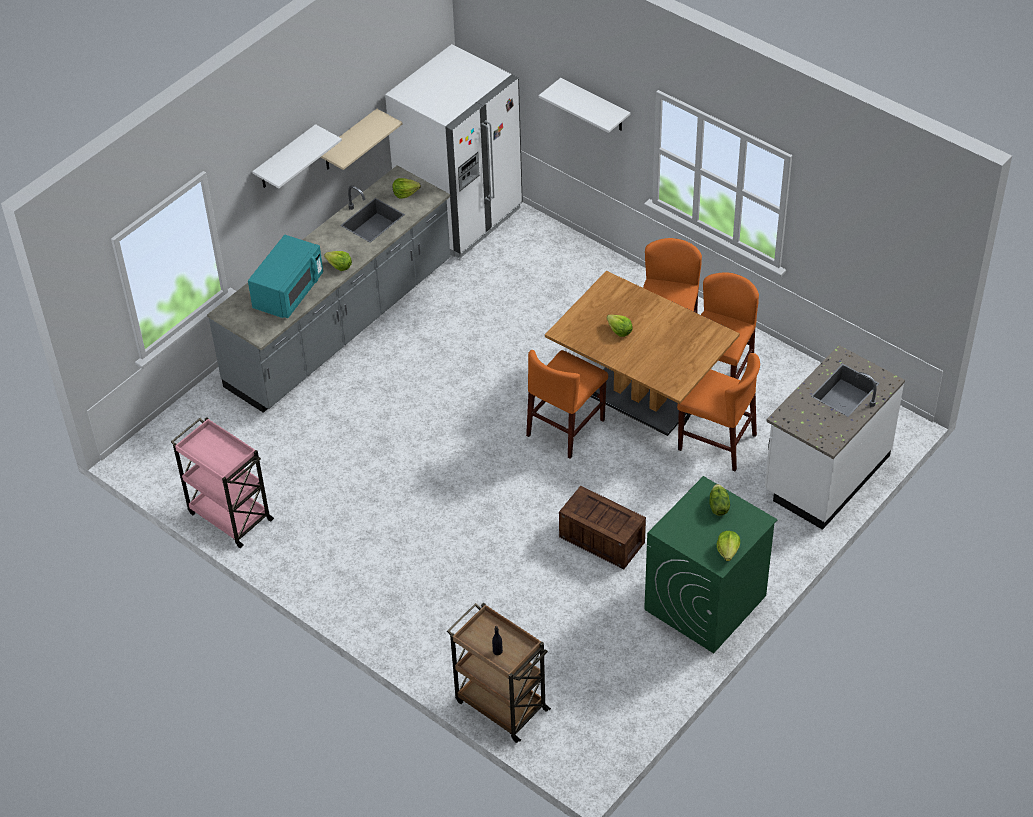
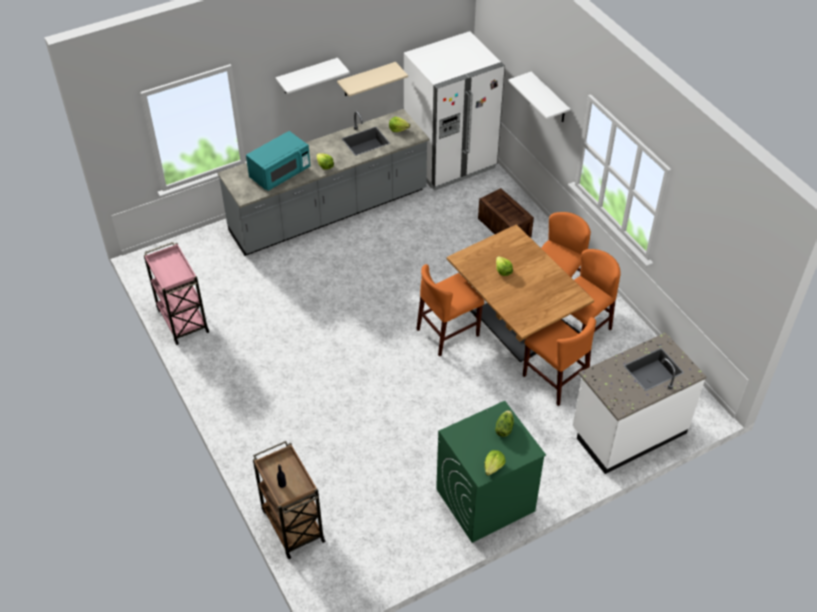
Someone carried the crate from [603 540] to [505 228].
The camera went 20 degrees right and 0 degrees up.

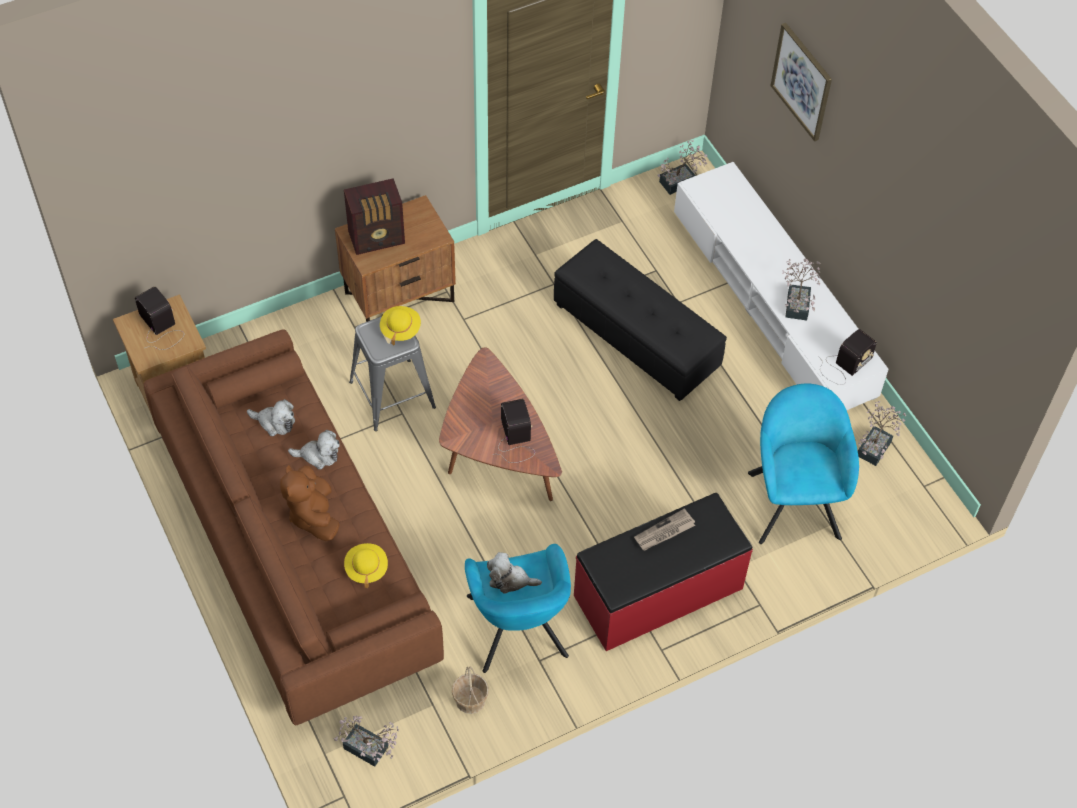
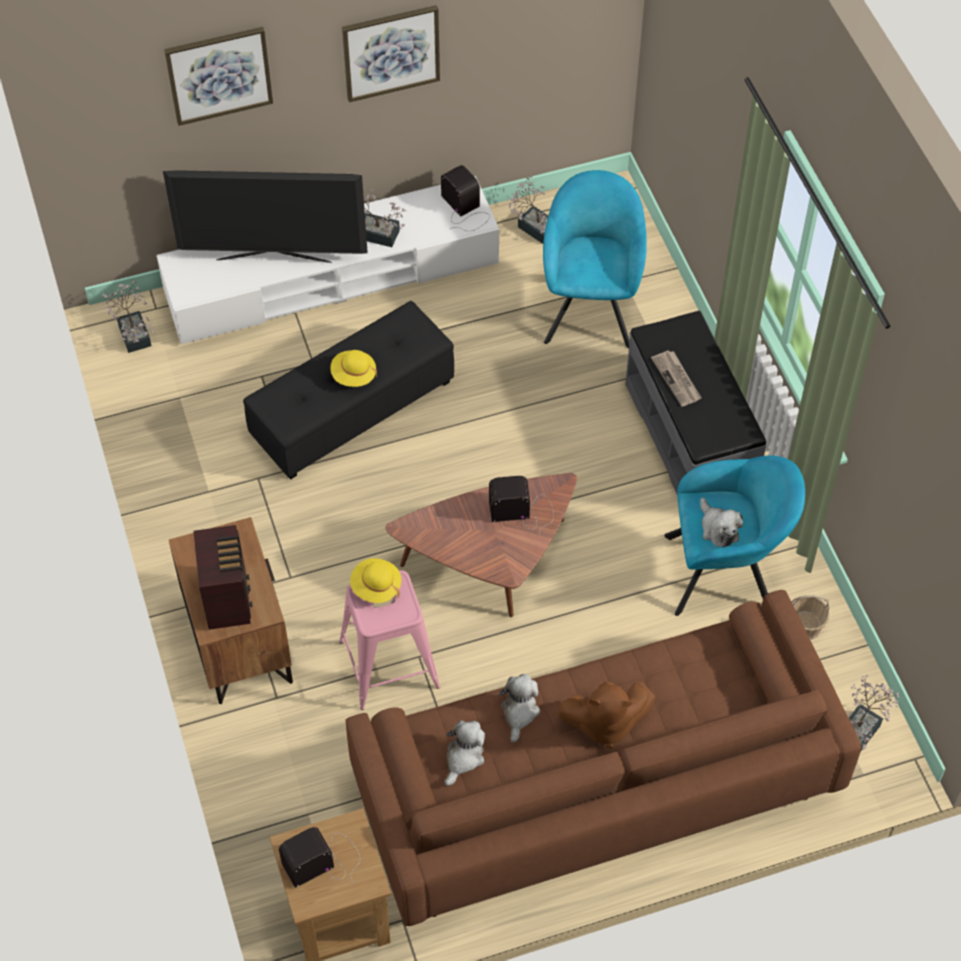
Someone put down the television at [274 259].
Someone put up the picture at [391 52].
Someone carried the yellow hat from [366 568] to [353 375].
Someone repainted the grey stool at [393 395], which became the pink stool at [389 664].
Someone repainted the red bench at [659 593], which became the grey bench at [690 438].
Someone rotated the plush toy at [510 579] by 45 degrees counterclockwise.
Someone rotated the turquoise armchair at [793 499] by 90 degrees clockwise.
The camera went 80 degrees left and 0 degrees up.

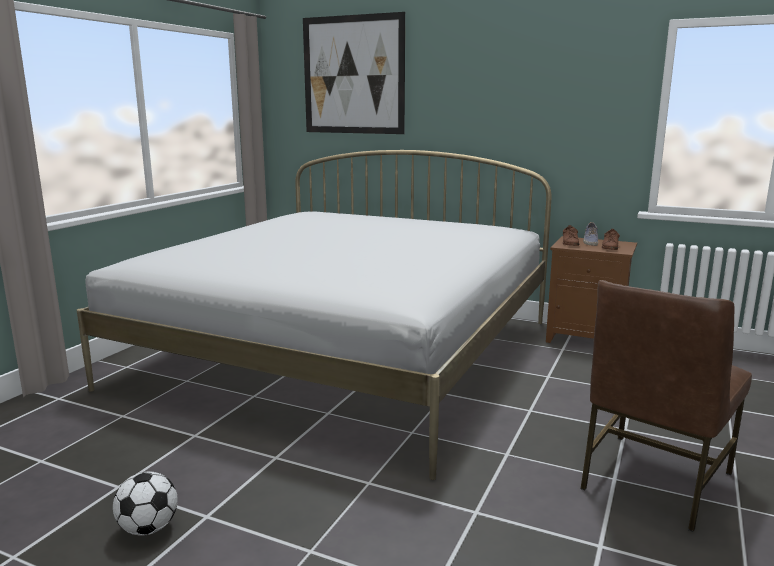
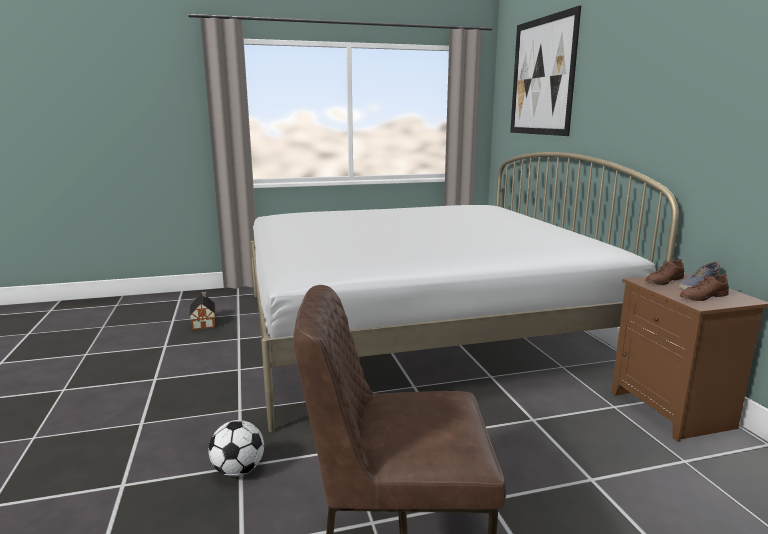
Someone put down the toy house at [204 322].
Someone carried the football from [148 528] to [238 470].
The camera went 50 degrees right and 0 degrees up.

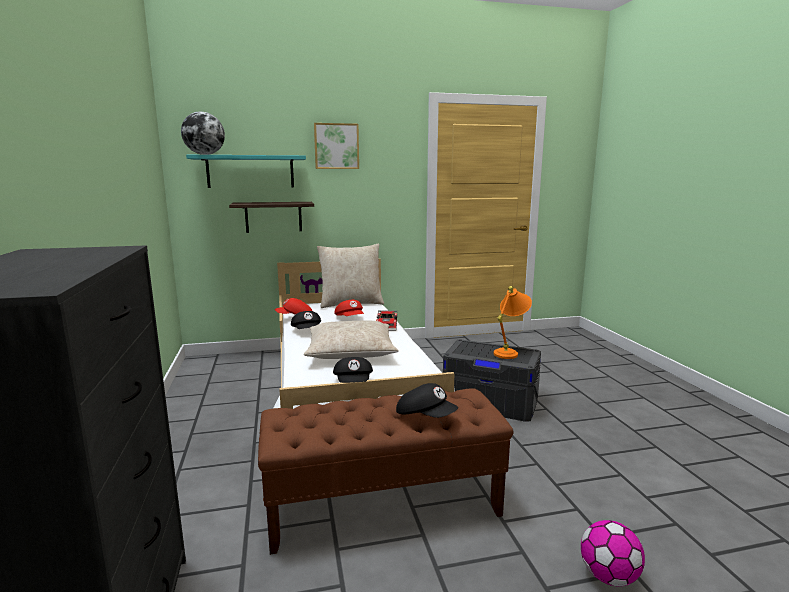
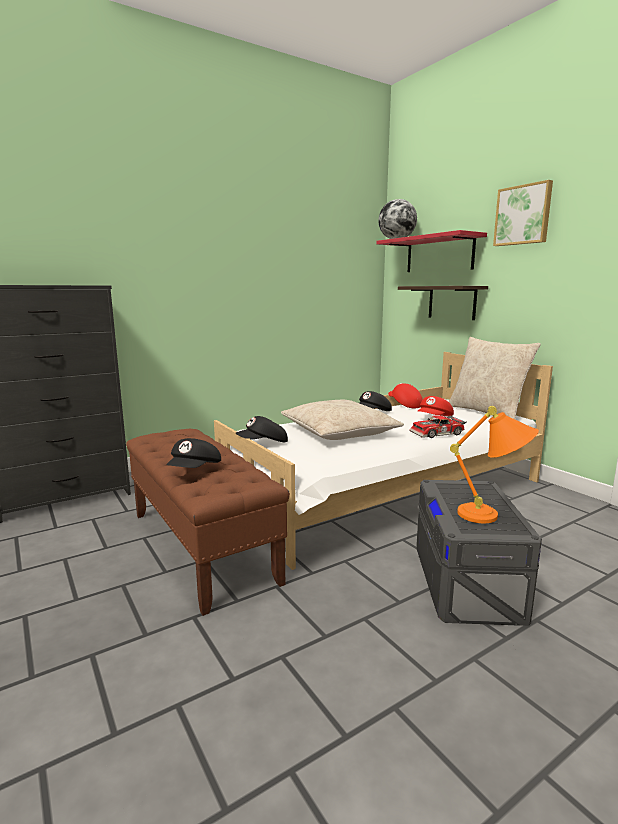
Someone took away the football at [608 576].
Someone repainted the turquoise shelf at [250 172], which became the red shelf at [439 254].
The camera went 70 degrees right and 0 degrees up.

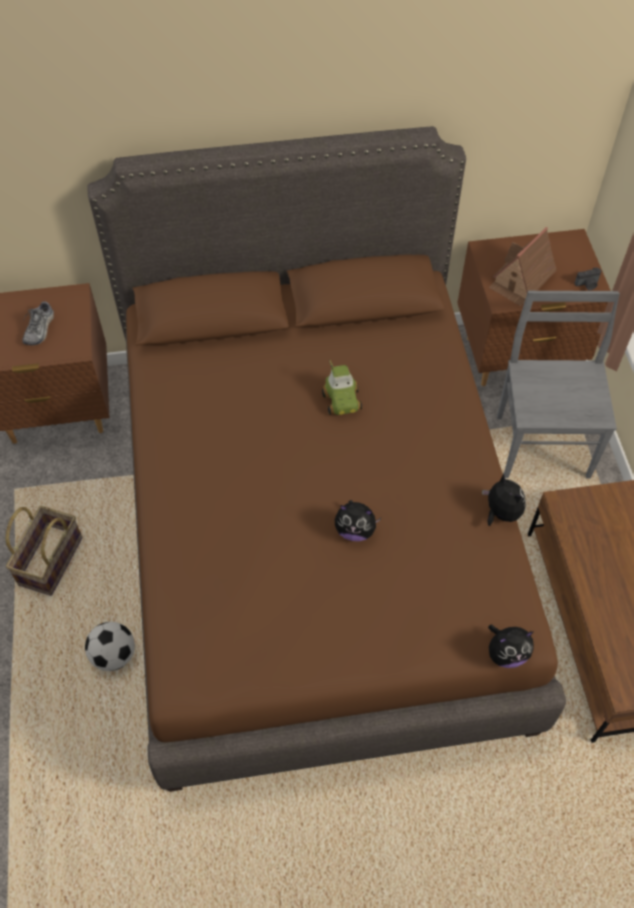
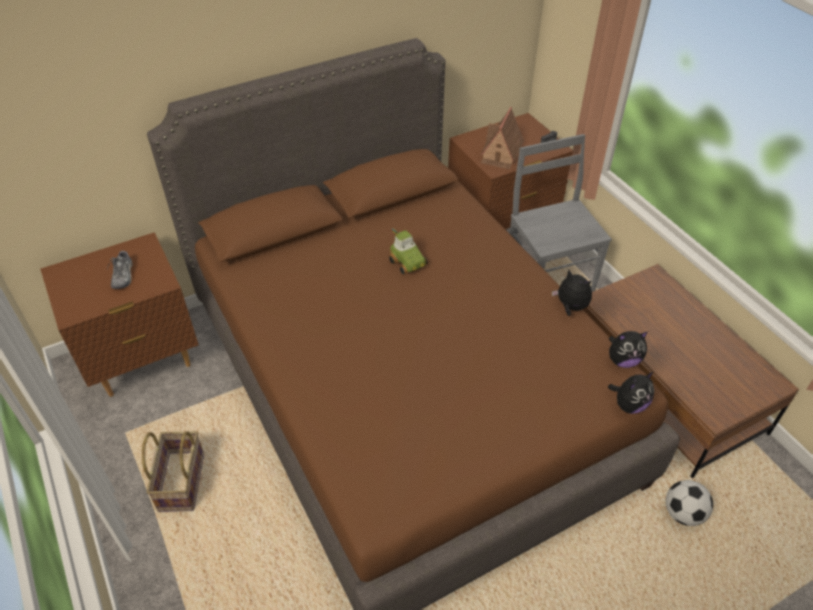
Someone carried the football from [114 655] to [683 513].
Someone carried the plush toy from [355 530] to [623 360].
The camera went 20 degrees left and 10 degrees down.

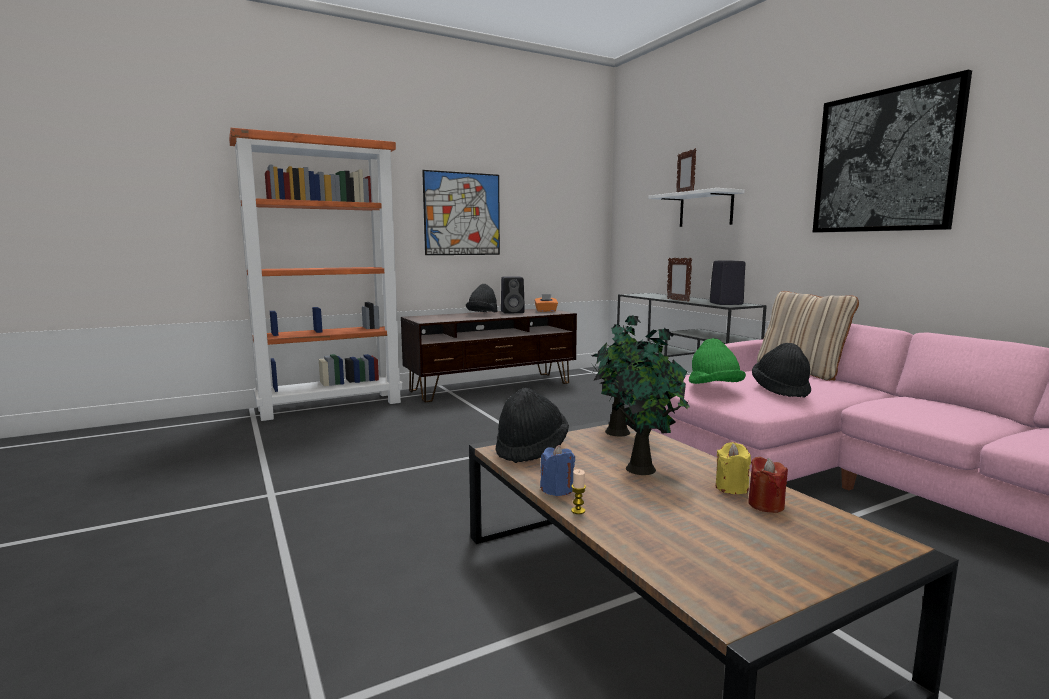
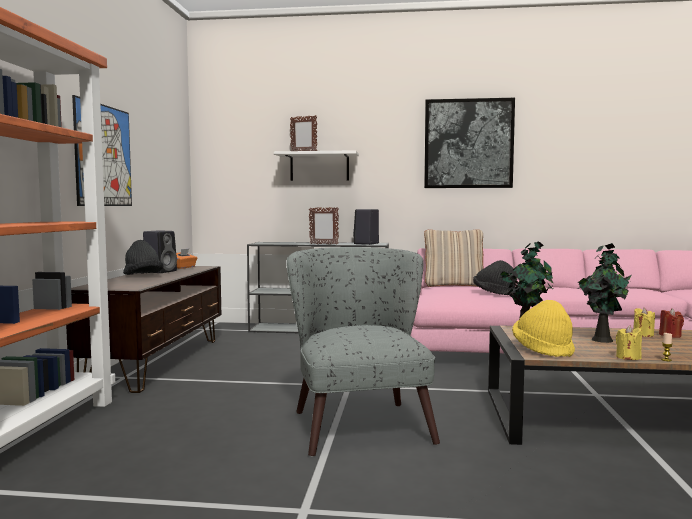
Someone took away the green hat at [714 387].
Someone put down the grey armchair at [358 421].
Someone repainted the black hat at [531 449], which became the yellow hat at [543 349].
Someone repainted the blue candle at [557 489], which became the yellow candle at [628 357].
The camera went 55 degrees left and 5 degrees down.

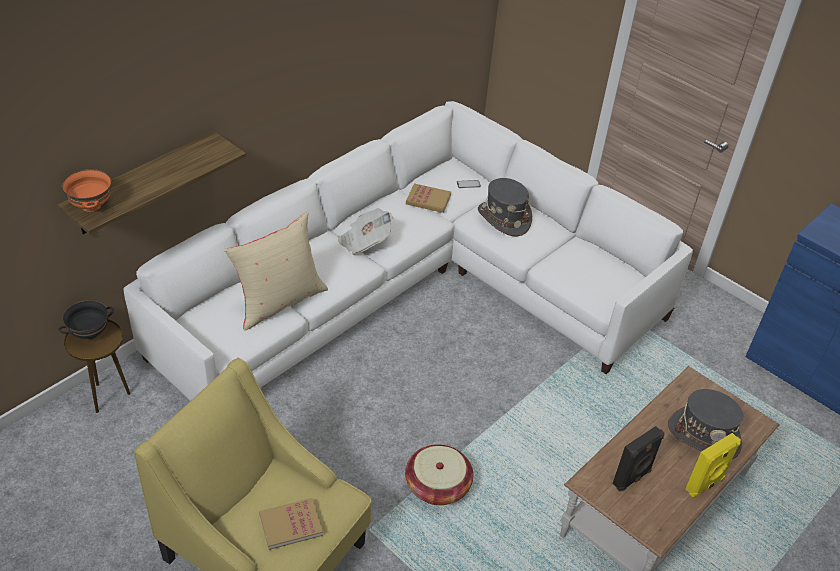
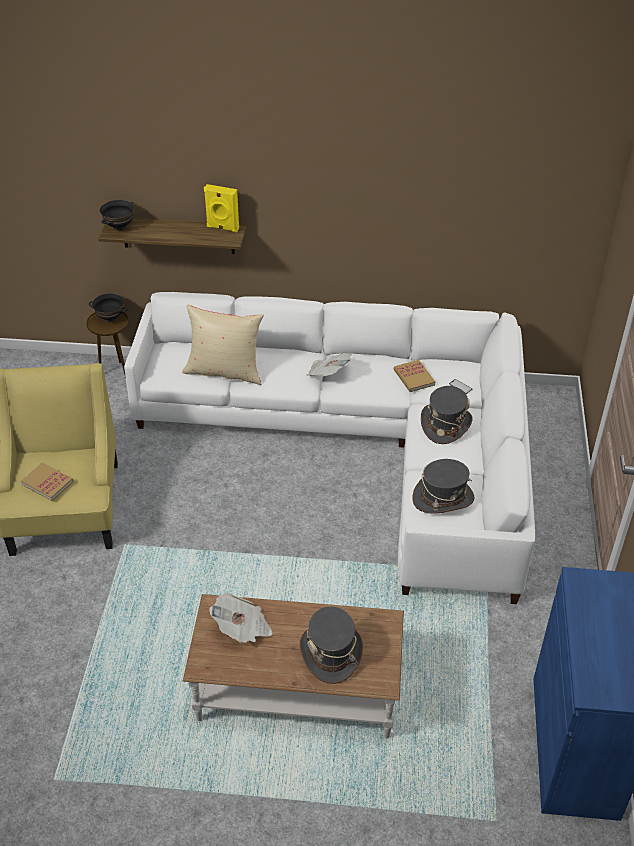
Someone took away the basket at [437 486].
Someone put down the grey hat at [443 498].
Someone carried the yellow speaker from [705 484] to [222 228].
Someone swapped the black speaker at [632 478] for the newspaper at [242 628].
Someone repainted the orange bowl at [91 206], which became the black bowl at [119 227].
The camera went 55 degrees right and 0 degrees up.

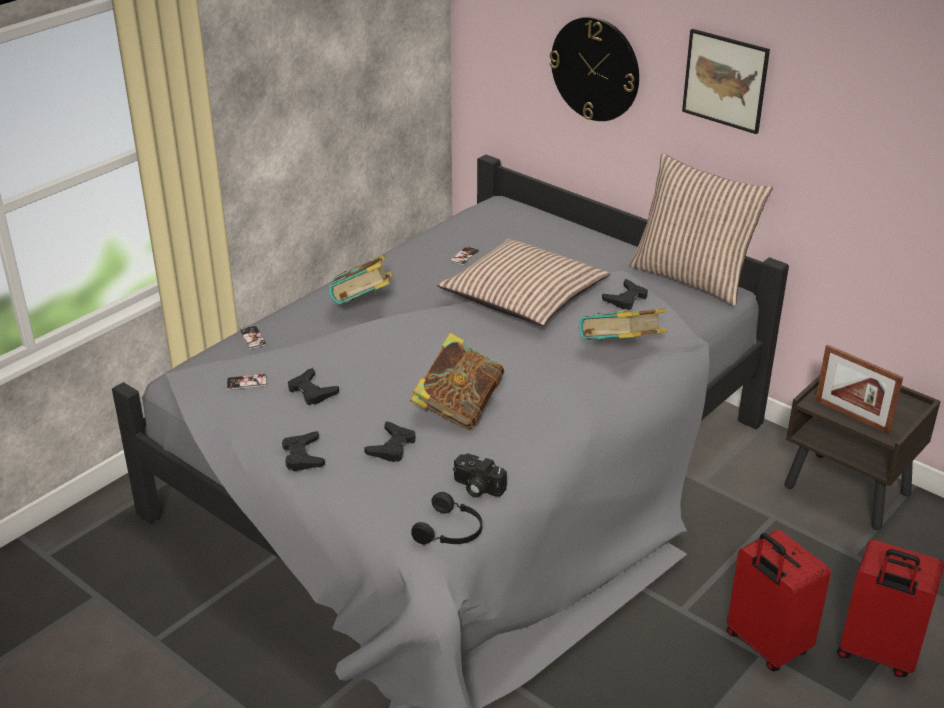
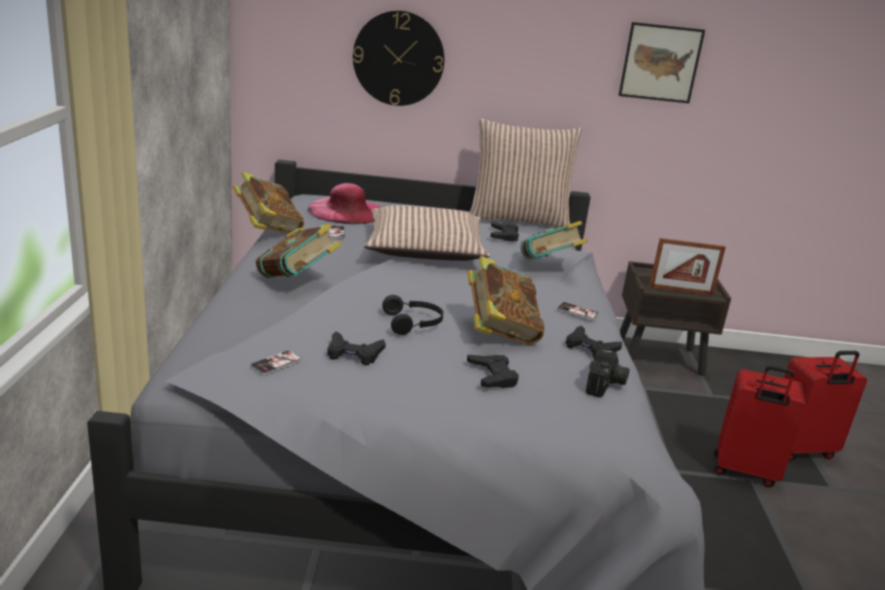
Someone put down the book at [268 230].
Someone put down the pink hat at [346 211].
Someone carried the phone from [252 338] to [577 312].
Someone carried the black game controller from [303 456] to [590 348].
Someone carried the black headphones from [451 531] to [413 323].
Someone carried the picture from [725 80] to [660 63].
Someone rotated the photo camera at [476 487] by 60 degrees counterclockwise.
The camera went 40 degrees left and 10 degrees down.

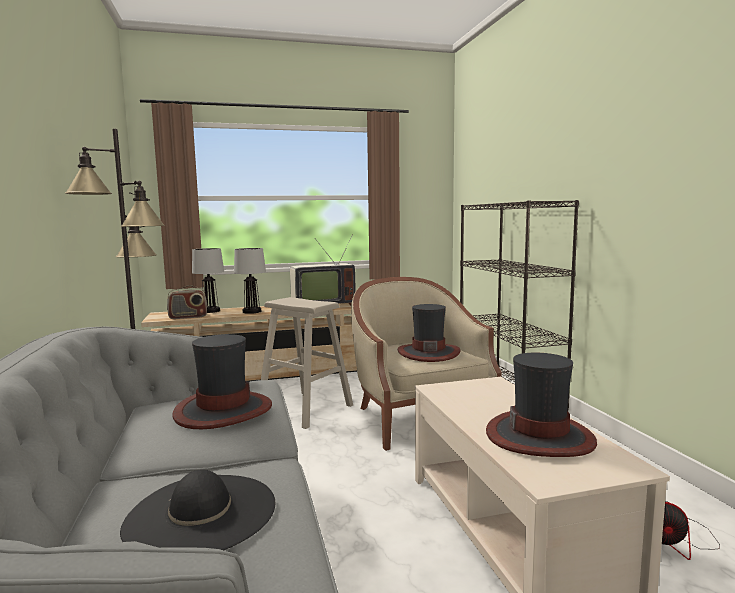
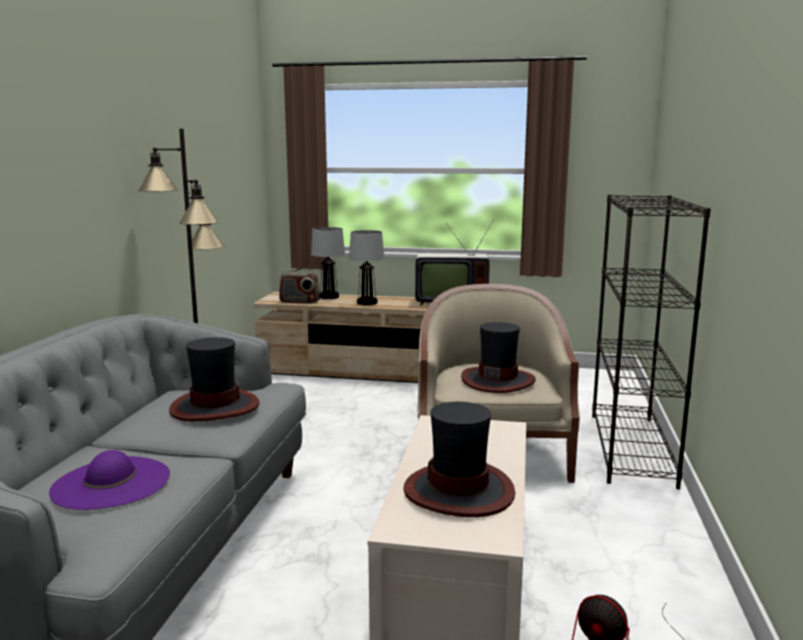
Someone took away the beige stool at [305 409].
Someone repainted the black hat at [201 513], which became the purple hat at [111 483].
The camera went 25 degrees right and 5 degrees up.

